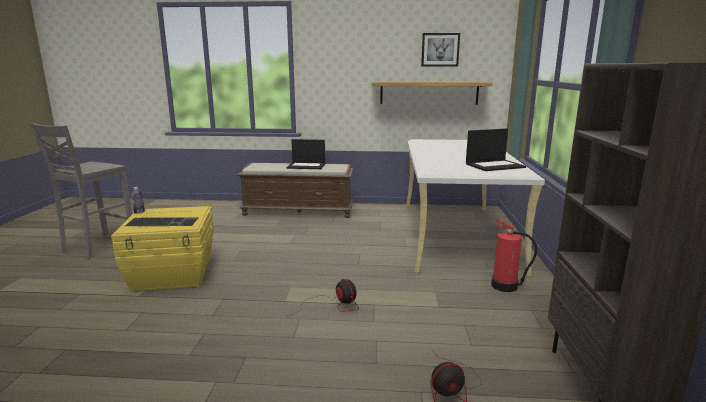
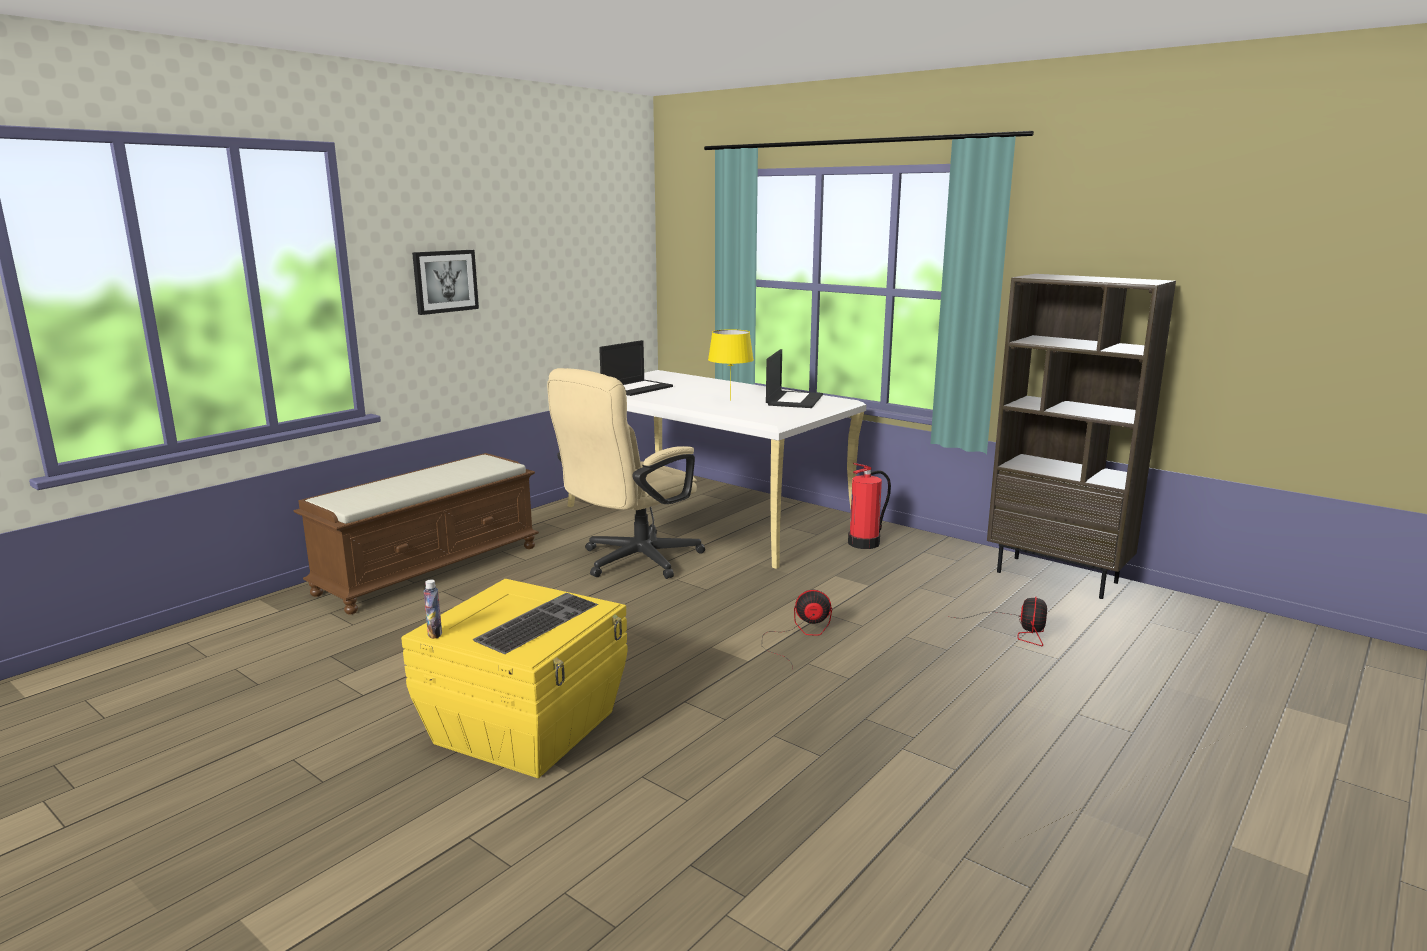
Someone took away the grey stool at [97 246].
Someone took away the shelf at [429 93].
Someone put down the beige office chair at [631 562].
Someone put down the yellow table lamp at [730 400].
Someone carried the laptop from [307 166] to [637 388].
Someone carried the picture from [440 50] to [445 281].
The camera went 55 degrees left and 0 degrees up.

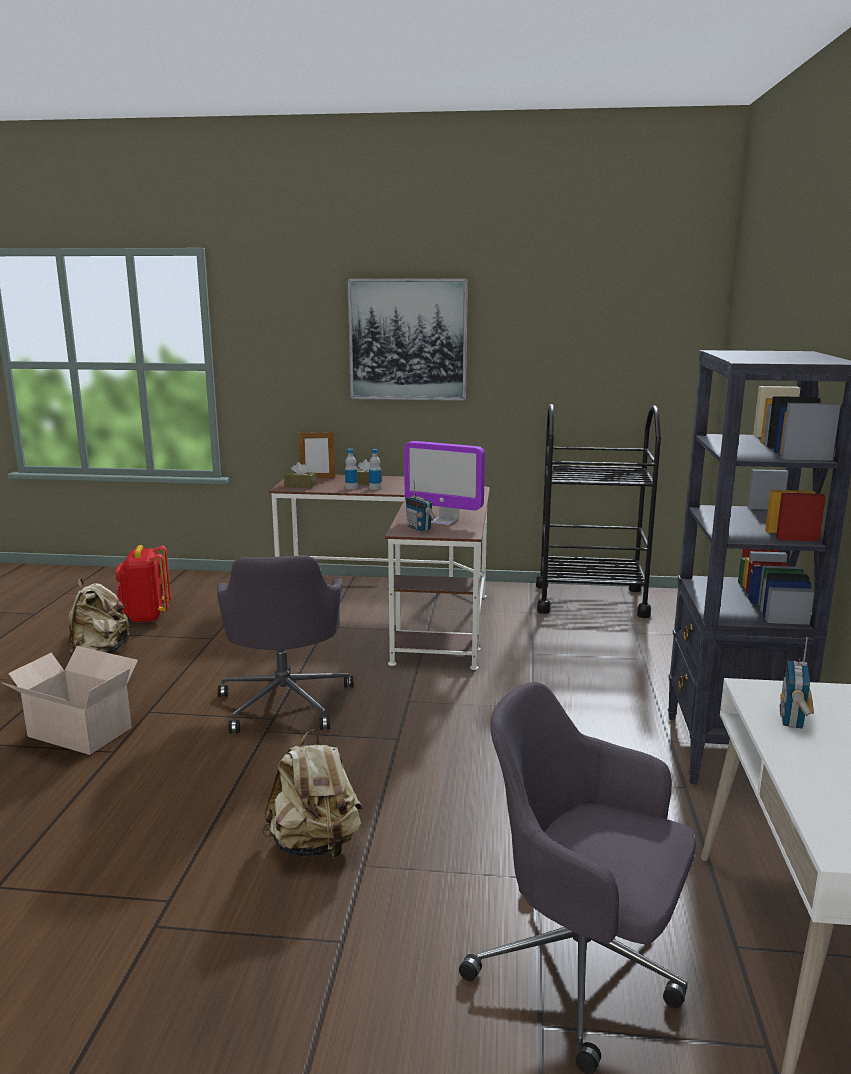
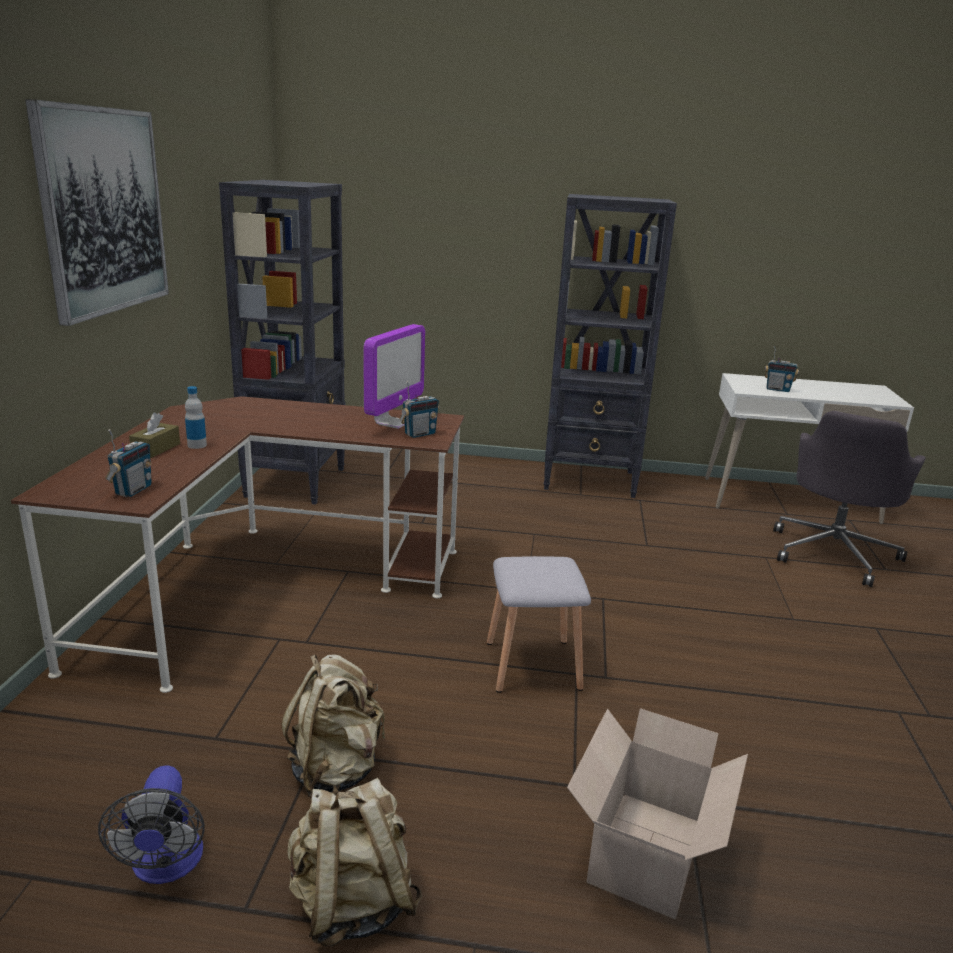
Someone took away the picture frame at [317 478].
Someone took away the bottle at [351 487].
Someone carried the beige backpack from [315 845] to [336 769].
Someone swapped the red backpack at [146 617] for the fan at [166 866].
Someone swapped the grey office chair at [285 701] for the grey stool at [534 666].
Someone swapped the brown tissue box at [300 485] for the radio at [133 490].
Someone swapped the black cart at [590 600] for the black bookcase at [296 482].
The camera went 90 degrees left and 5 degrees up.

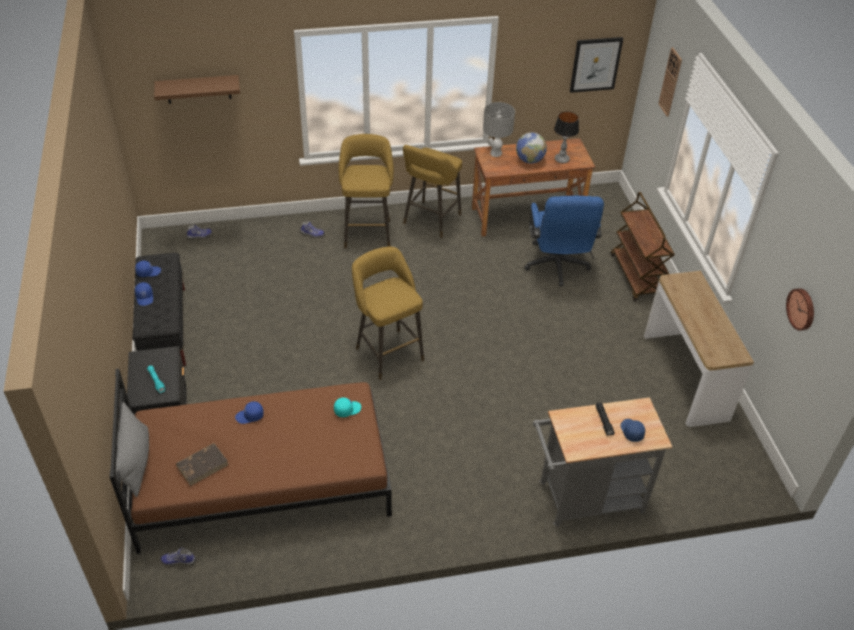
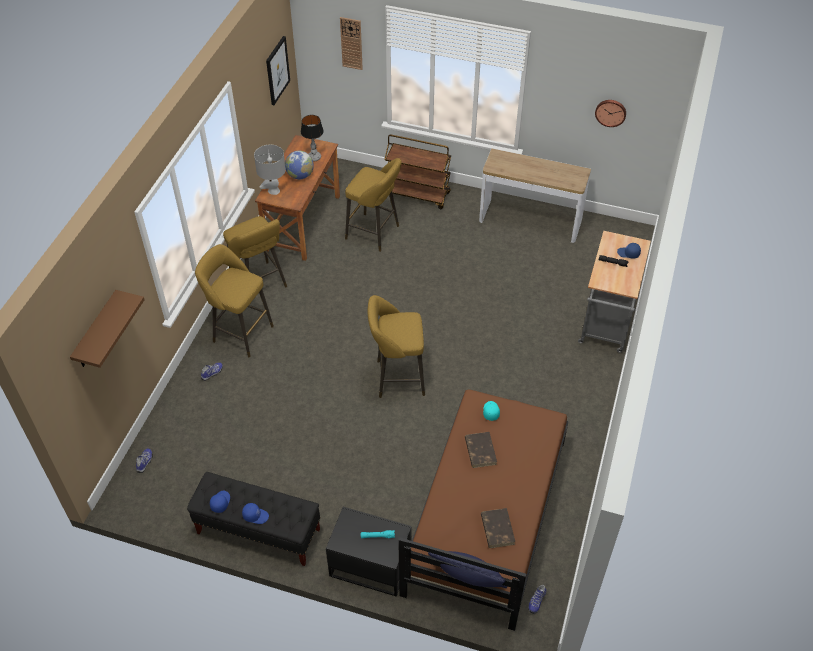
Someone took away the blue cap at [250 416].
Someone put down the brown book at [480 451].
Someone swapped the blue office chair at [557 267] for the yellow stool at [375 233].
Someone repainted the grey pillow at [135 461], which became the blue pillow at [467 577].
The camera went 60 degrees left and 5 degrees up.

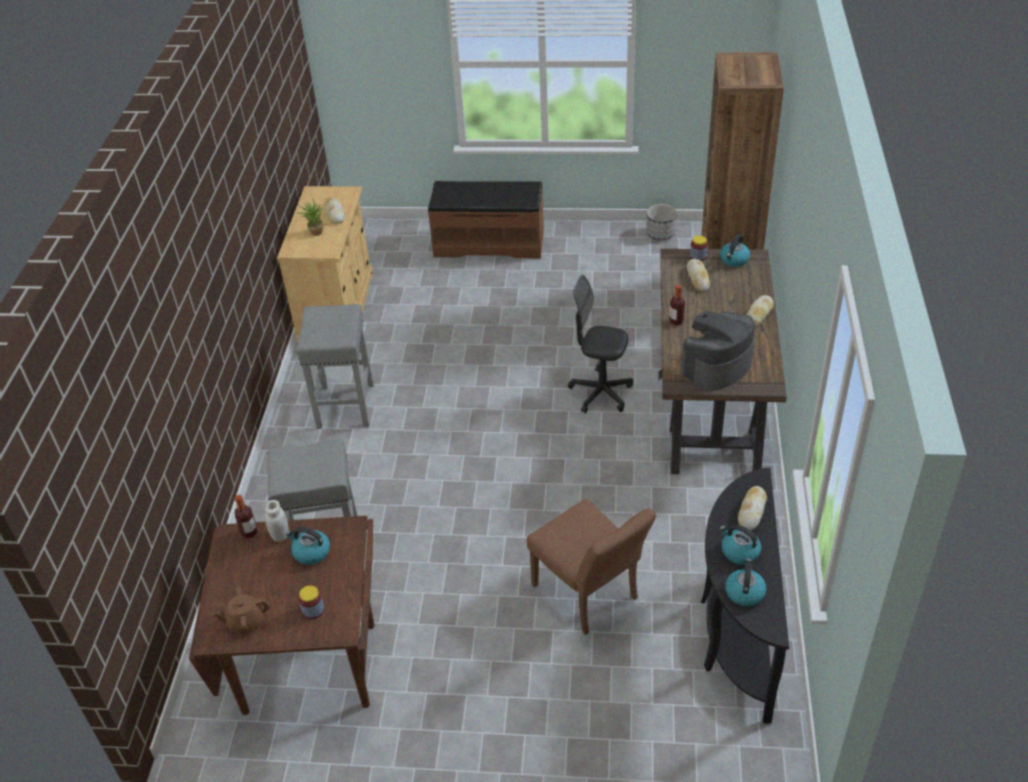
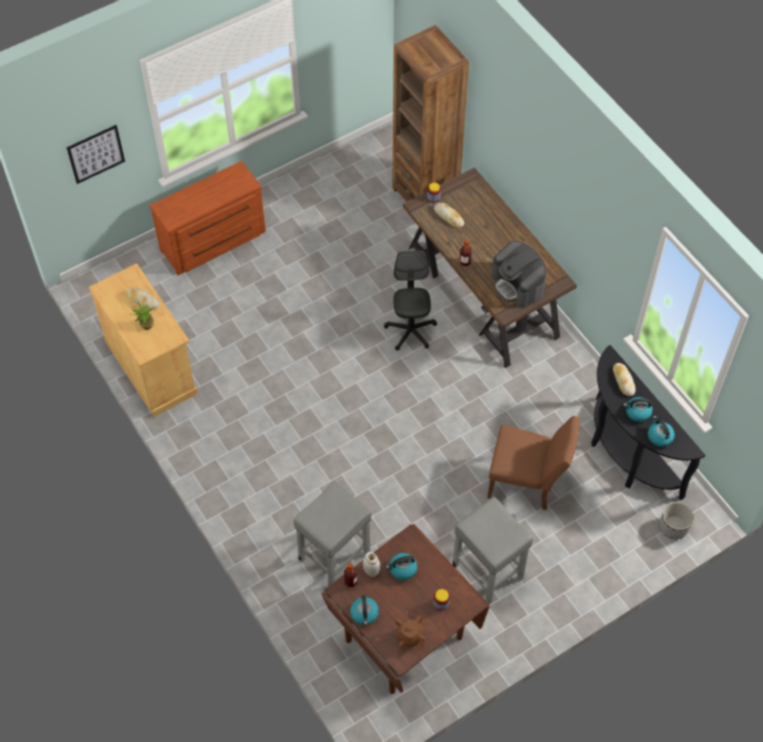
Someone took away the bread at [758 314].
Someone put up the picture at [96 154].
Someone carried the grey stool from [345 407] to [488 572].
Someone carried the planter from [660 233] to [673 527].
Someone carried the kettle from [734 260] to [364 614].
Someone swapped the brown bench at [489 243] for the brown dresser at [214 242].
Someone rotated the black office chair at [600 393] by 105 degrees clockwise.
Someone rotated the coffee machine at [716 366] by 45 degrees counterclockwise.
The camera went 40 degrees left and 15 degrees up.

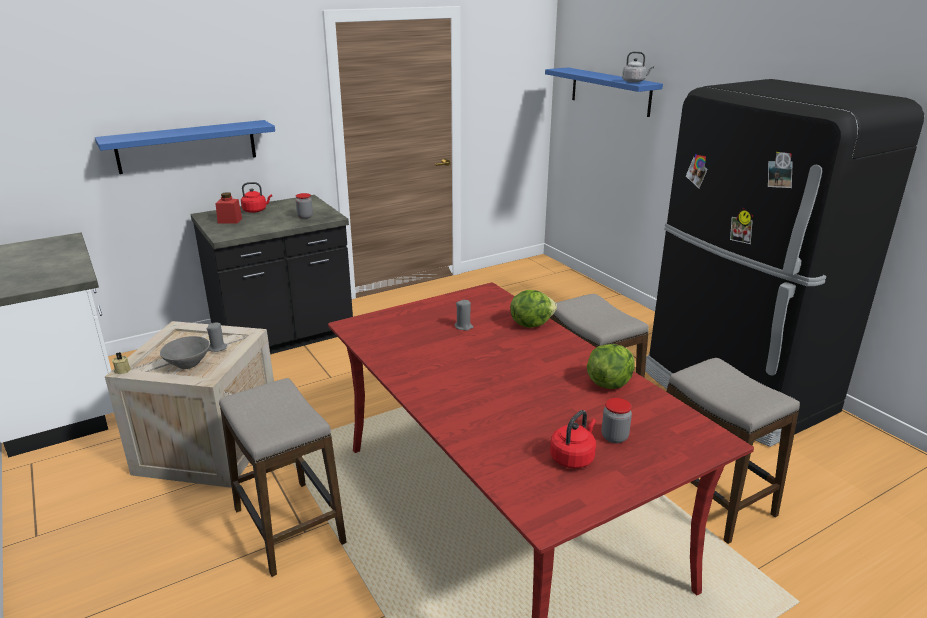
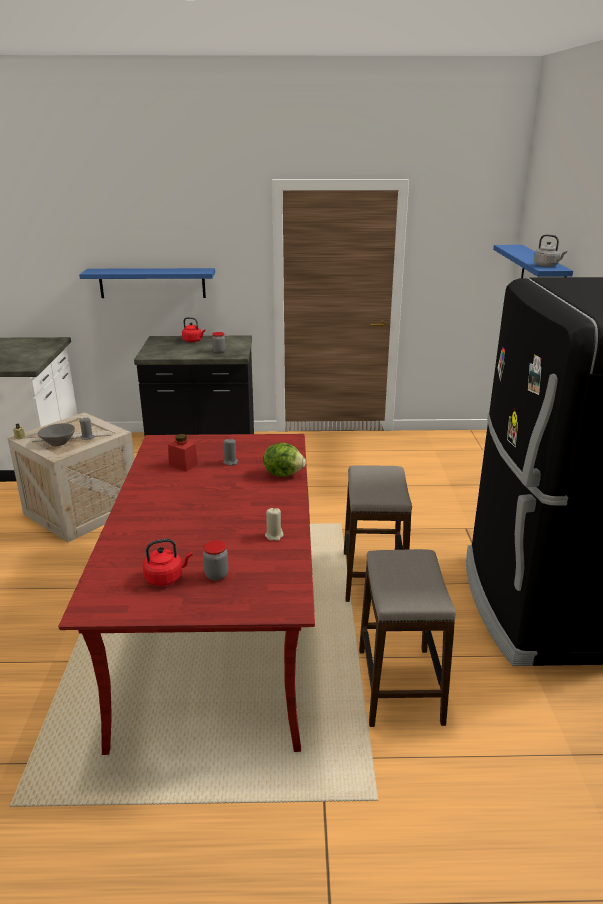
Someone took away the stool at [288 527].
Someone carried the red jar from [230 220] to [183 465].
Someone swapped the lettuce at [609 383] for the beige candle at [274 535].
The camera went 30 degrees right and 0 degrees up.

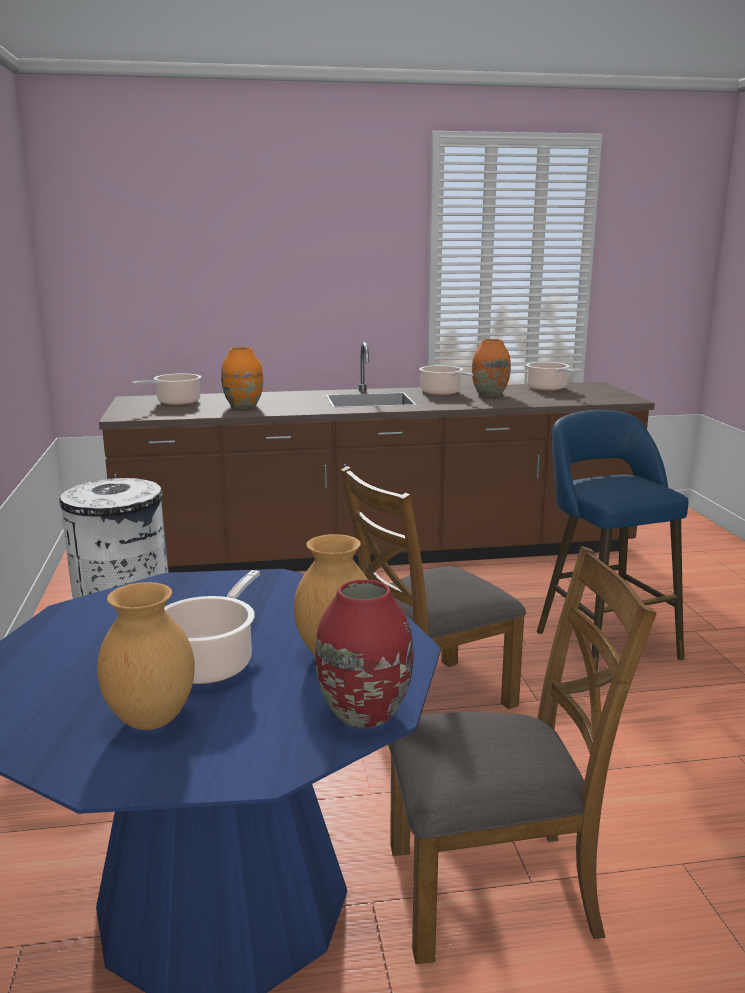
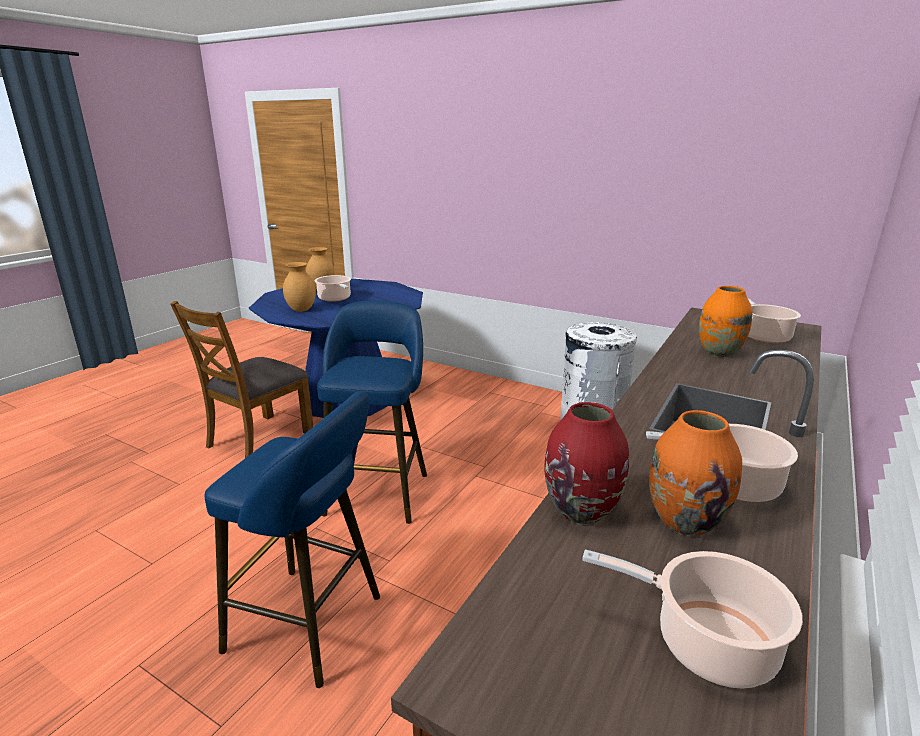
Someone carried the red vase from [363 713] to [582 510].
Someone swapped the brown chair at [431 699] for the blue stool at [379 490].
The camera went 130 degrees right and 5 degrees up.

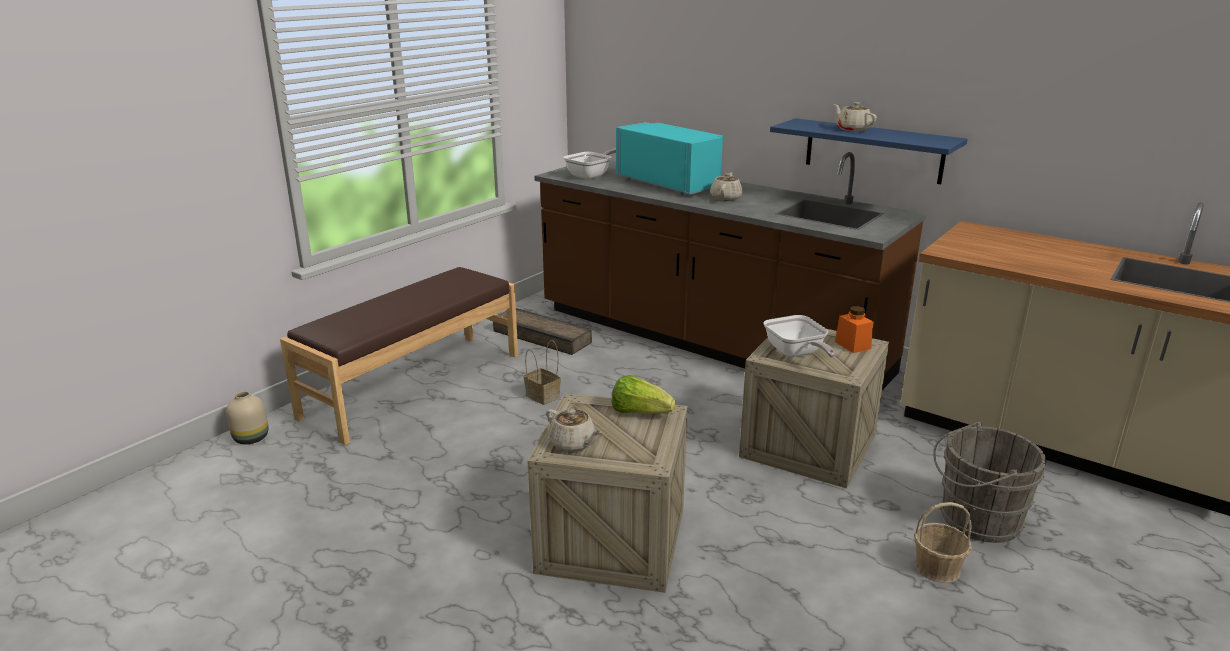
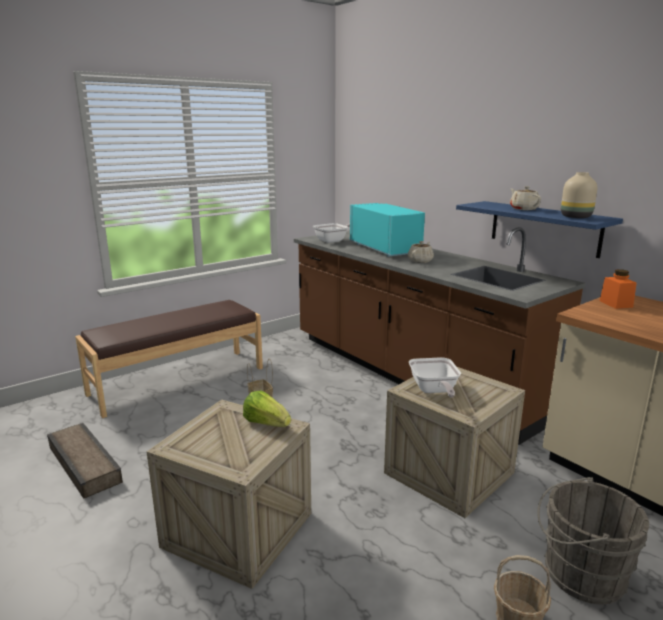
Someone took away the beige teapot at [573 443].
Someone carried the beige vase from [251 438] to [575 217].
Someone carried the crate from [542 336] to [86 463].
Someone carried the orange jar from [852 345] to [616 304].
The camera went 15 degrees right and 5 degrees down.

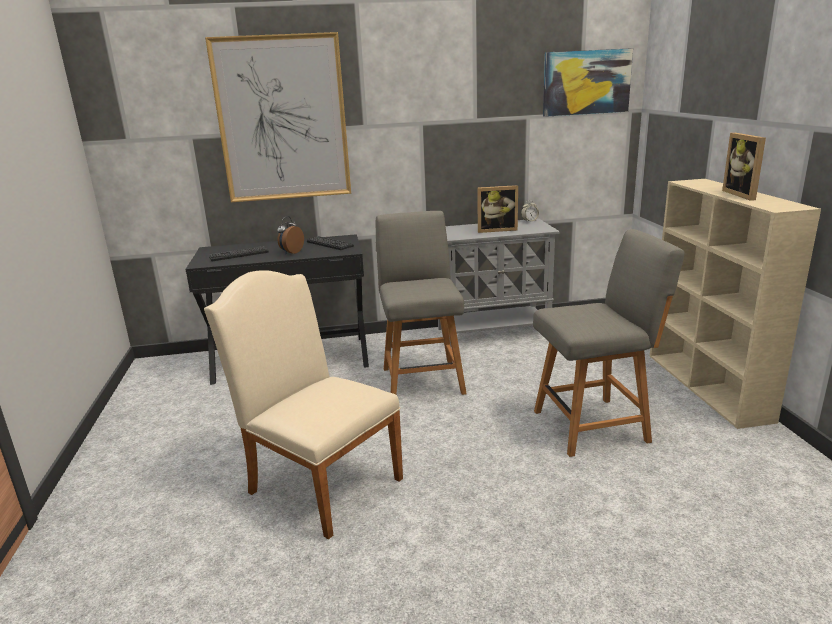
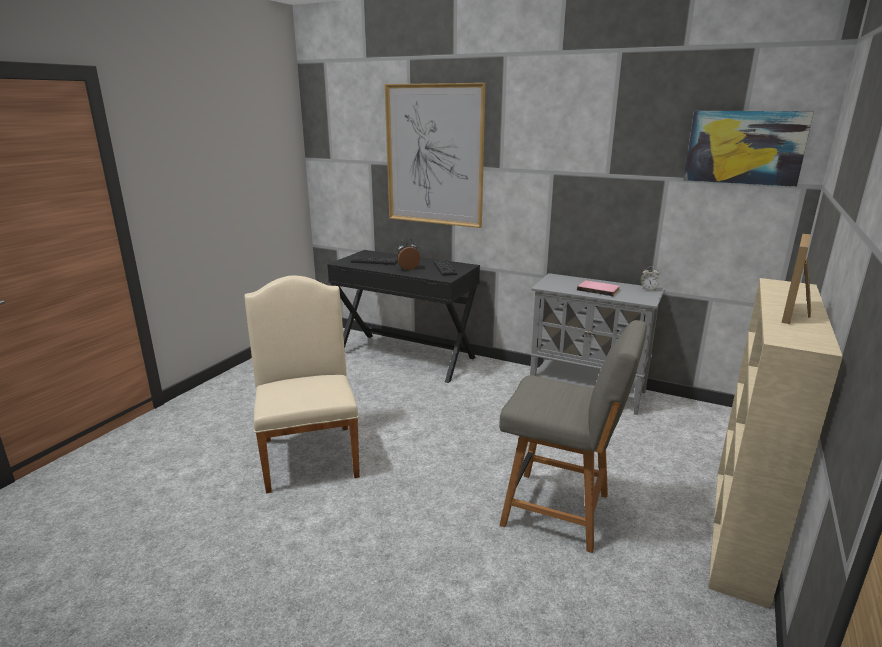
Someone took away the grey chair at [422 379].
Someone swapped the picture frame at [496 230] for the pink book at [598 289].
The camera went 35 degrees right and 0 degrees up.

